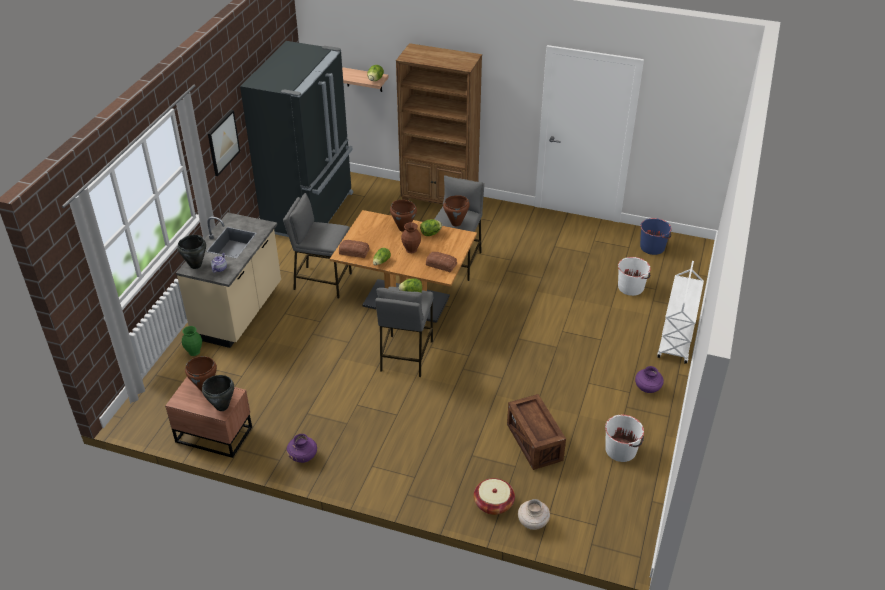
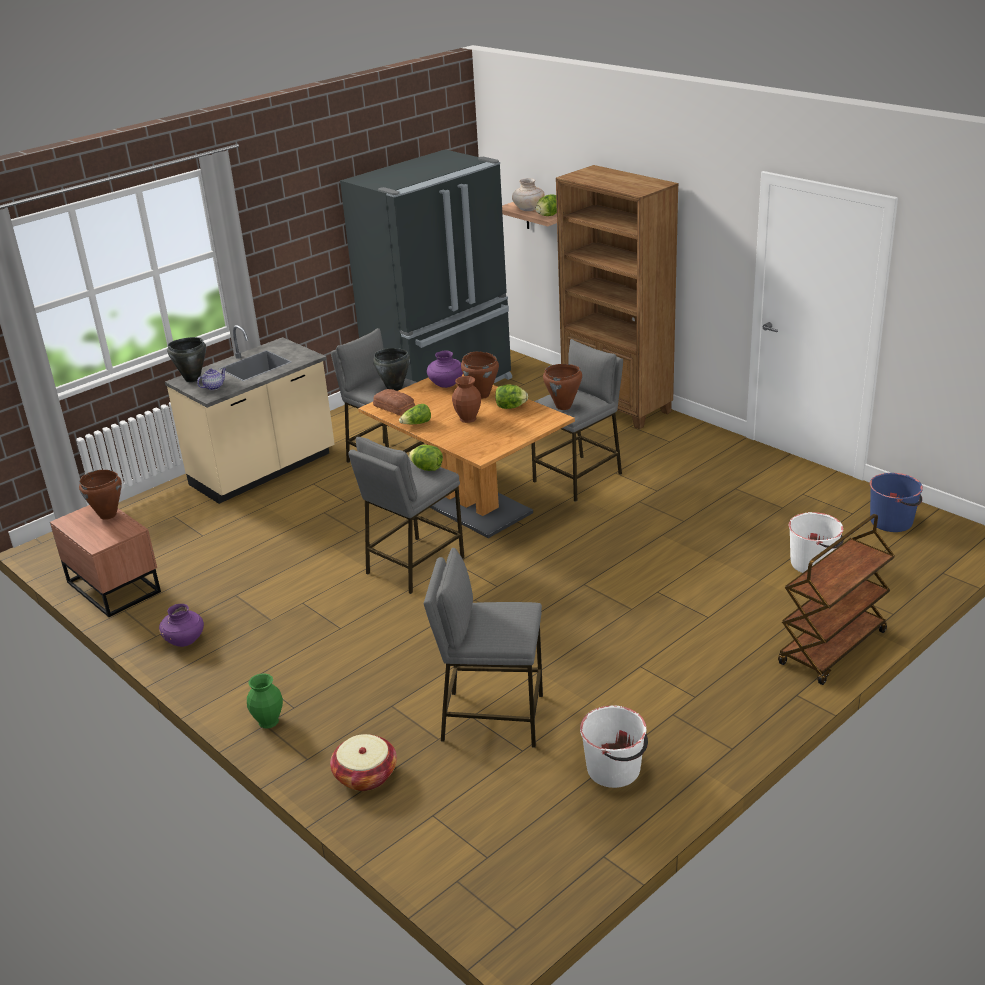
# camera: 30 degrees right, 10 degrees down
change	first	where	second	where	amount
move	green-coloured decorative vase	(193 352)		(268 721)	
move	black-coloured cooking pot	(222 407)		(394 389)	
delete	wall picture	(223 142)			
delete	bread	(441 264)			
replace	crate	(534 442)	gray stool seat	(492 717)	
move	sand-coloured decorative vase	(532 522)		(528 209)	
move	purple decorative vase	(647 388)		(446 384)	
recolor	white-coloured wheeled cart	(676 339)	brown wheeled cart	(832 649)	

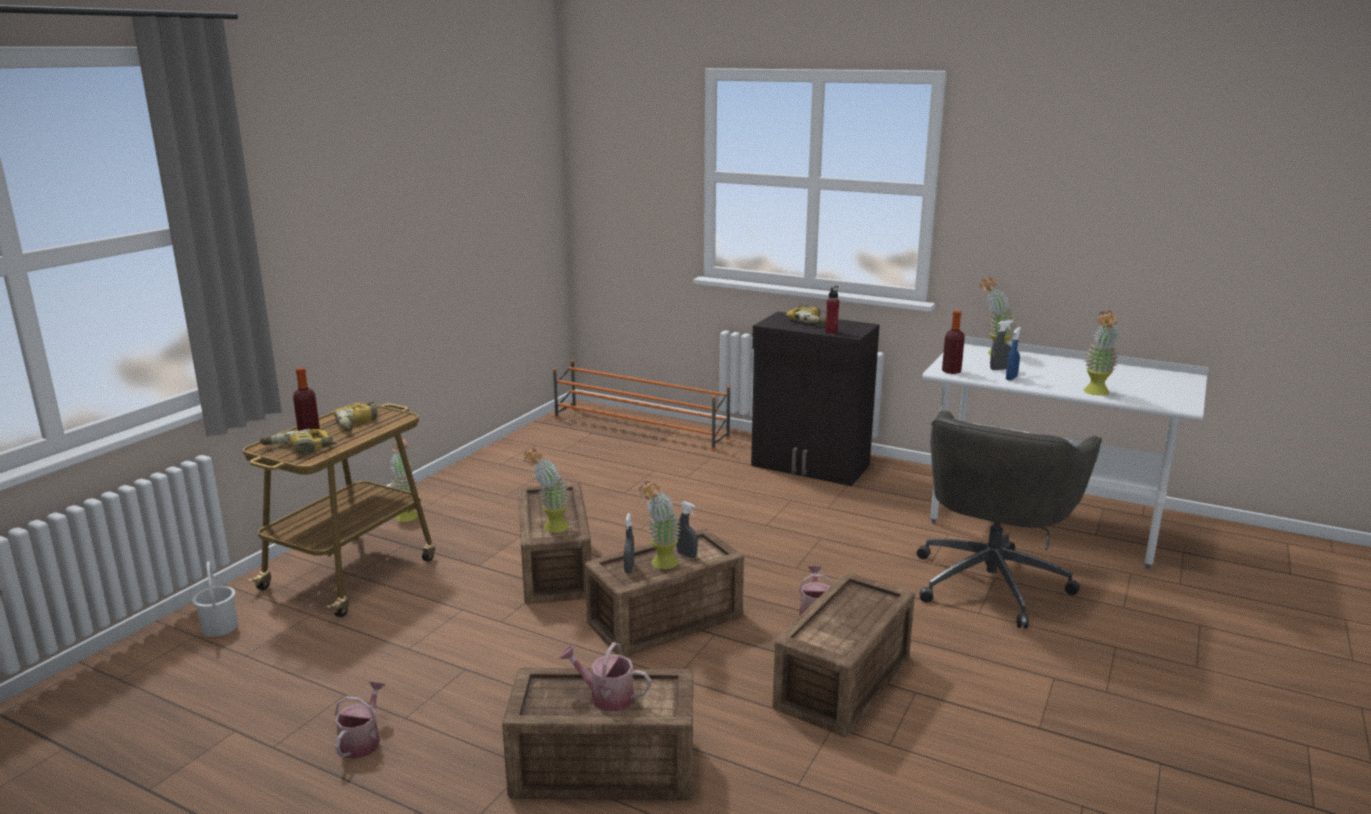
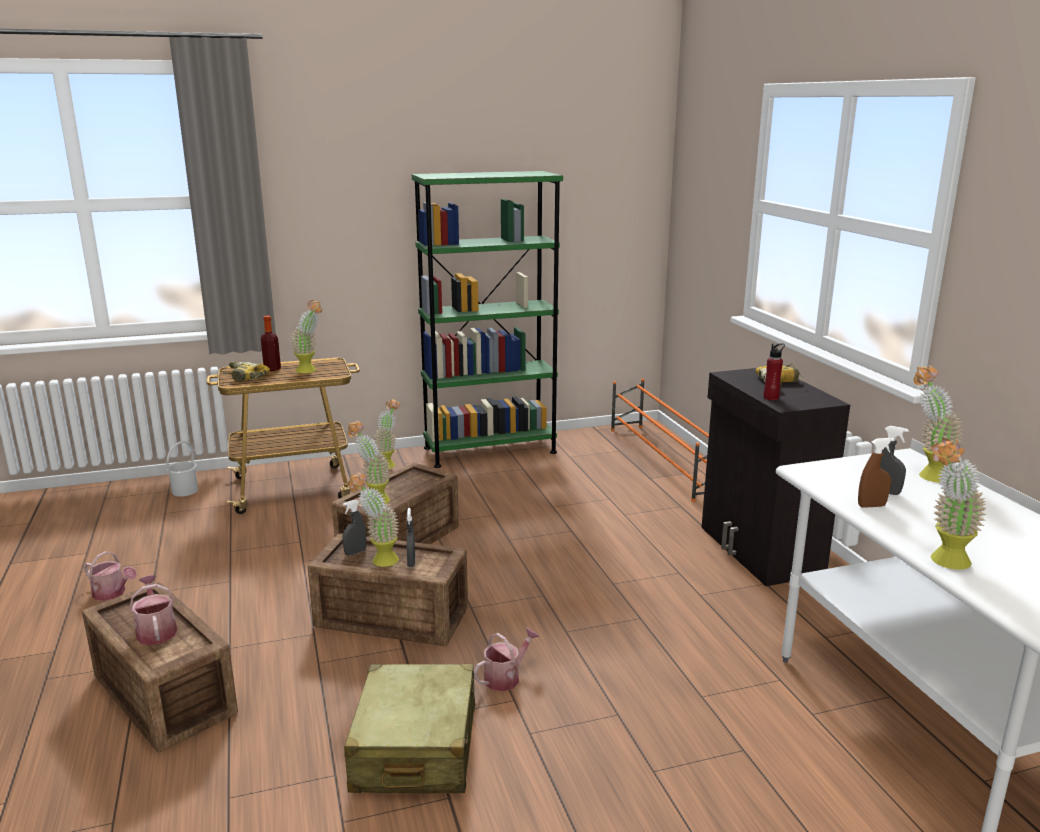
# camera: 45 degrees right, 0 degrees up
change	first	where	second	where	amount
replace	power drill	(360 422)	plant in a pot	(310 371)	
rotate	watering pot	(362 741)		(112 593)	60 degrees clockwise
replace	crate	(846 682)	sand-coloured suitcase	(415 748)	
delete	gray computer chair	(991 581)			
delete	beverage bottle	(951 371)			
recolor	blue-coloured sprayer	(1011 378)	brown sprayer	(871 506)	
insert			green-coloured bookshelf	(490 450)	

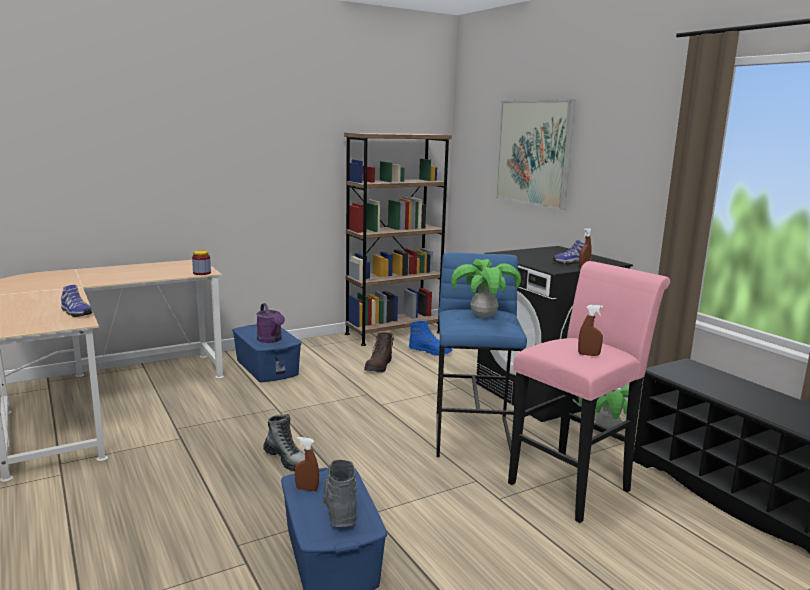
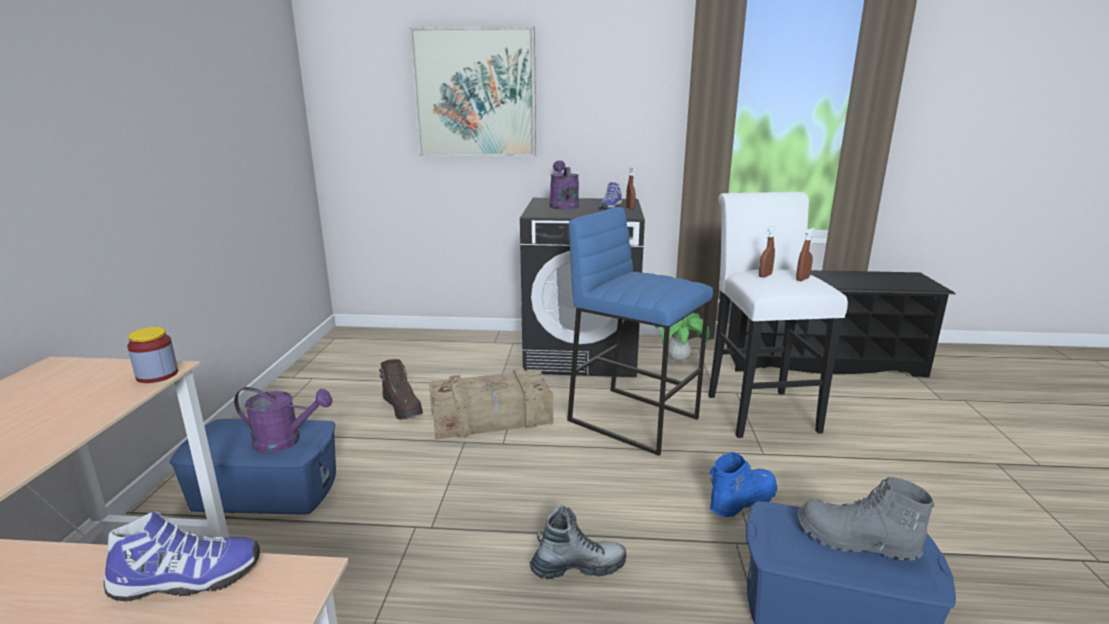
# camera: 55 degrees left, 5 degrees up
change	first	where	second	where	amount
move	brown sprayer	(307 489)		(765 276)	
delete	brown bookshelf	(393 333)			
move	blue-coloured tall boot	(430 351)		(741 501)	
delete	plant in a pot	(483 316)			
recolor	pinkish stool seat	(574 484)	white-coloured stool seat	(758 409)	
insert			crate	(492 418)	
insert			purple watering pot	(563 205)	

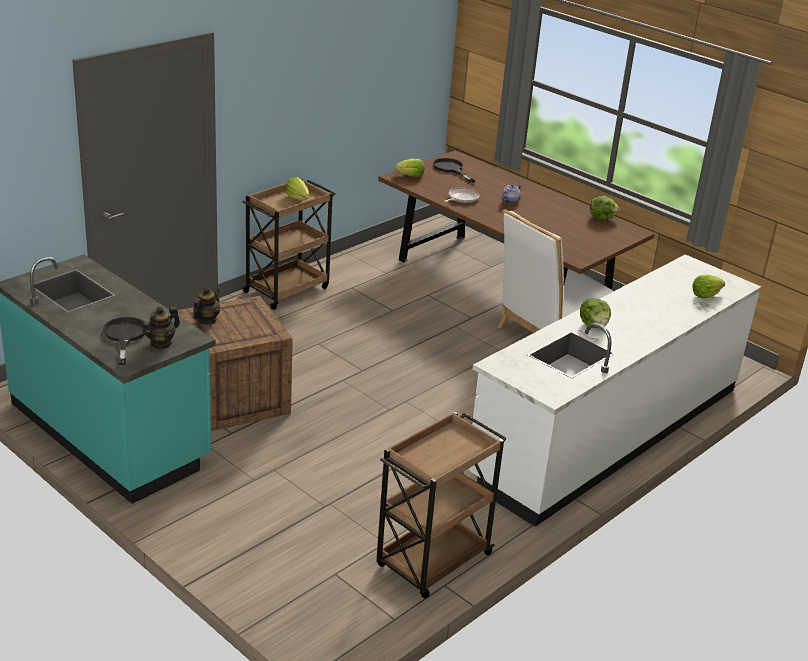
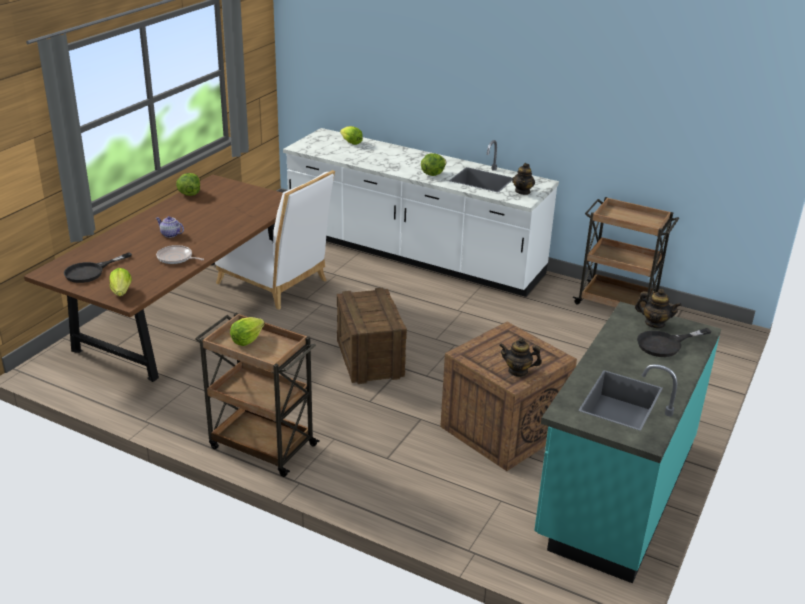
# camera: 105 degrees left, 0 degrees up
change	first	where	second	where	amount
insert			crate	(369 358)	
insert			pot for tea	(522 191)	

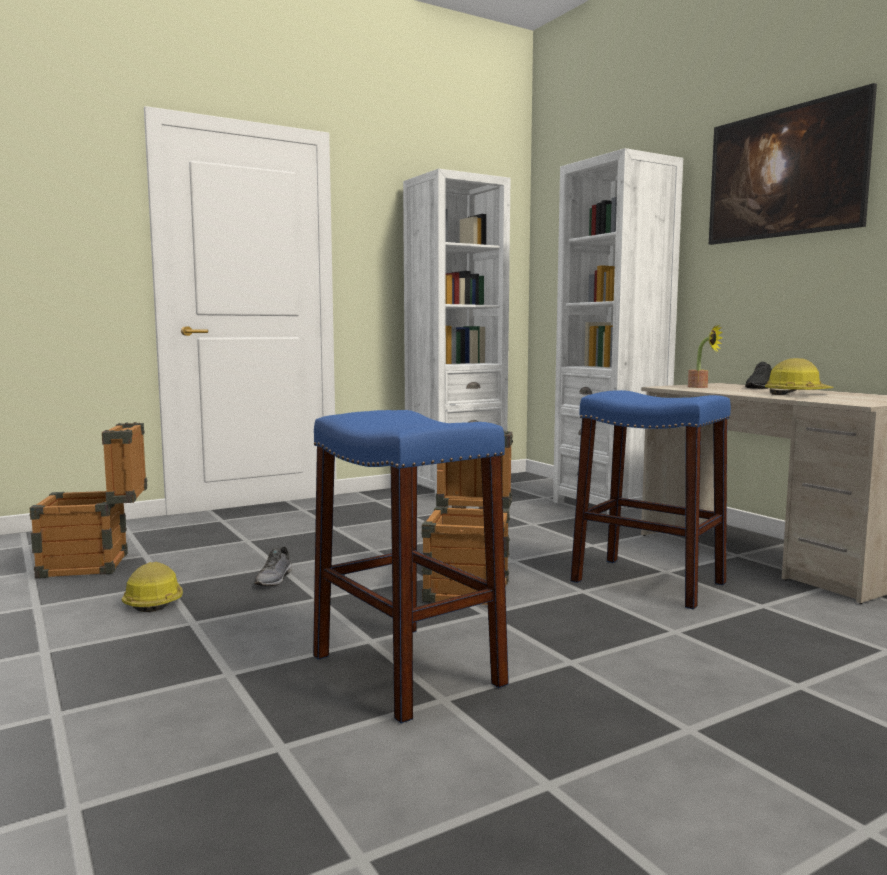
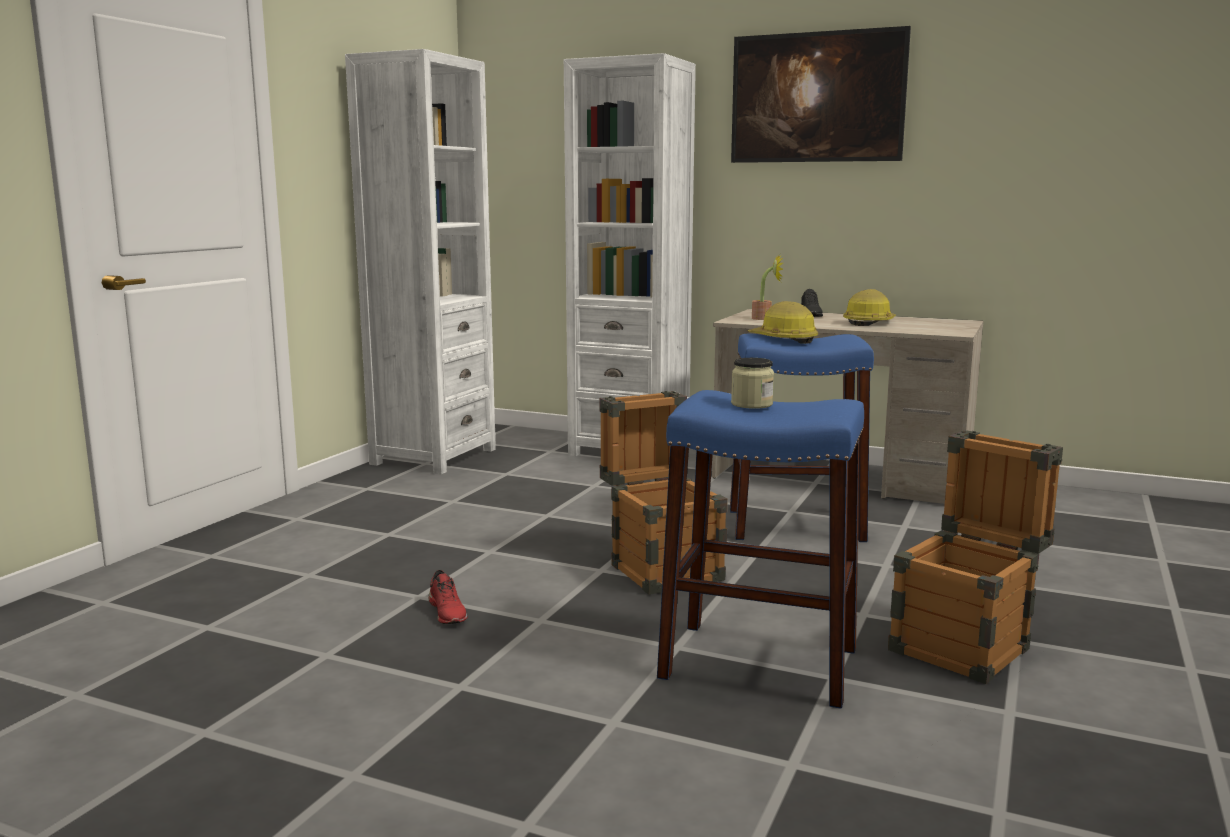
# camera: 35 degrees left, 5 degrees up
change	first	where	second	where	amount
move	crate	(96 565)		(967 644)	
move	safety helmet	(154 601)		(783 340)	
recolor	gray shoe	(275 579)	red-coloured shoe	(448 612)	
insert			storage jar	(752 404)	

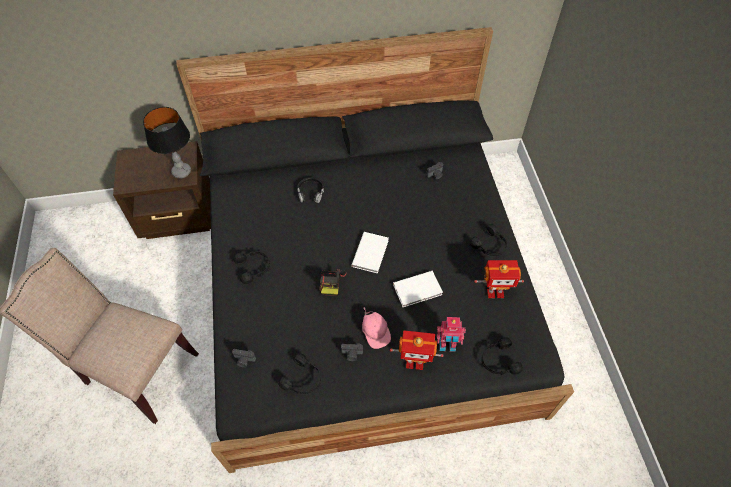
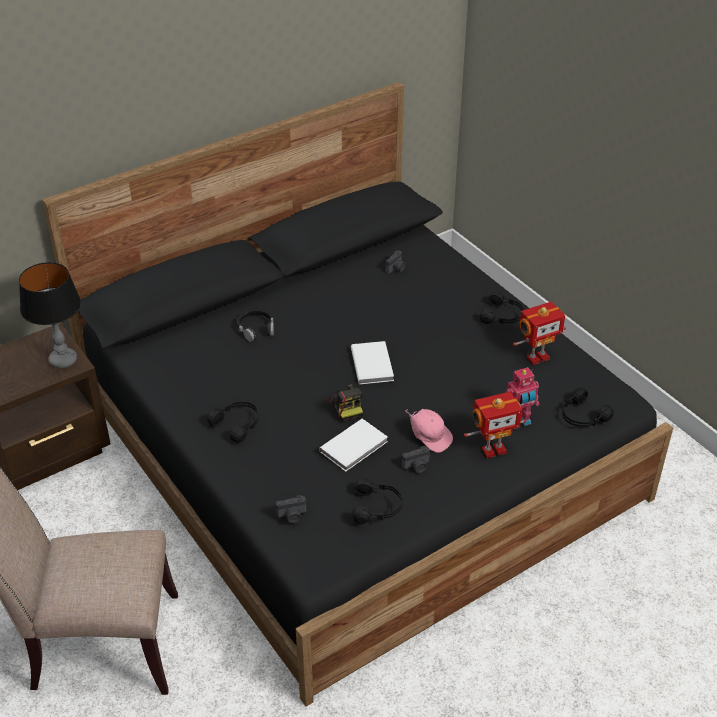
# camera: 25 degrees left, 15 degrees down
change	first	where	second	where	amount
move	white-coloured bound book	(418 290)		(355 447)	

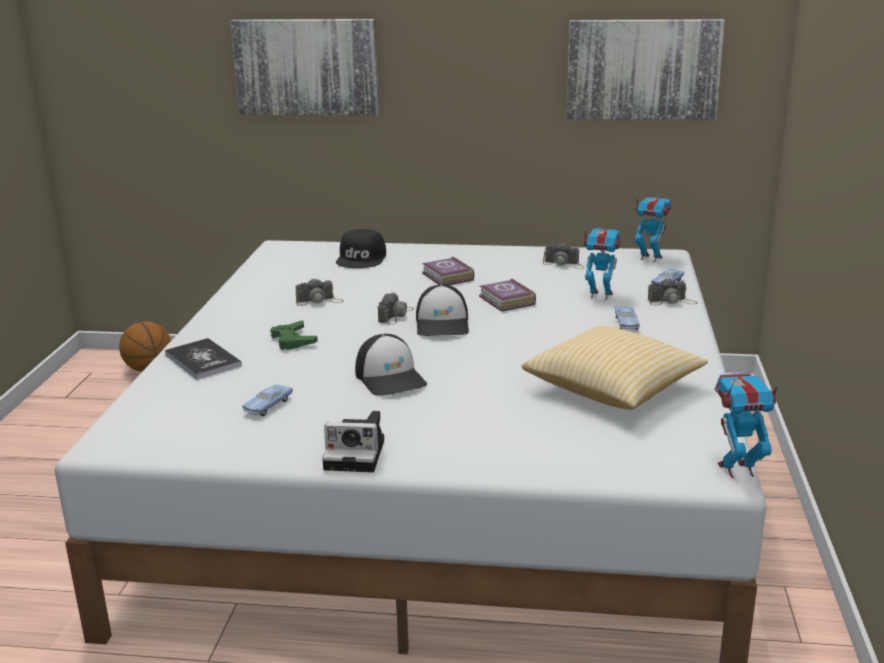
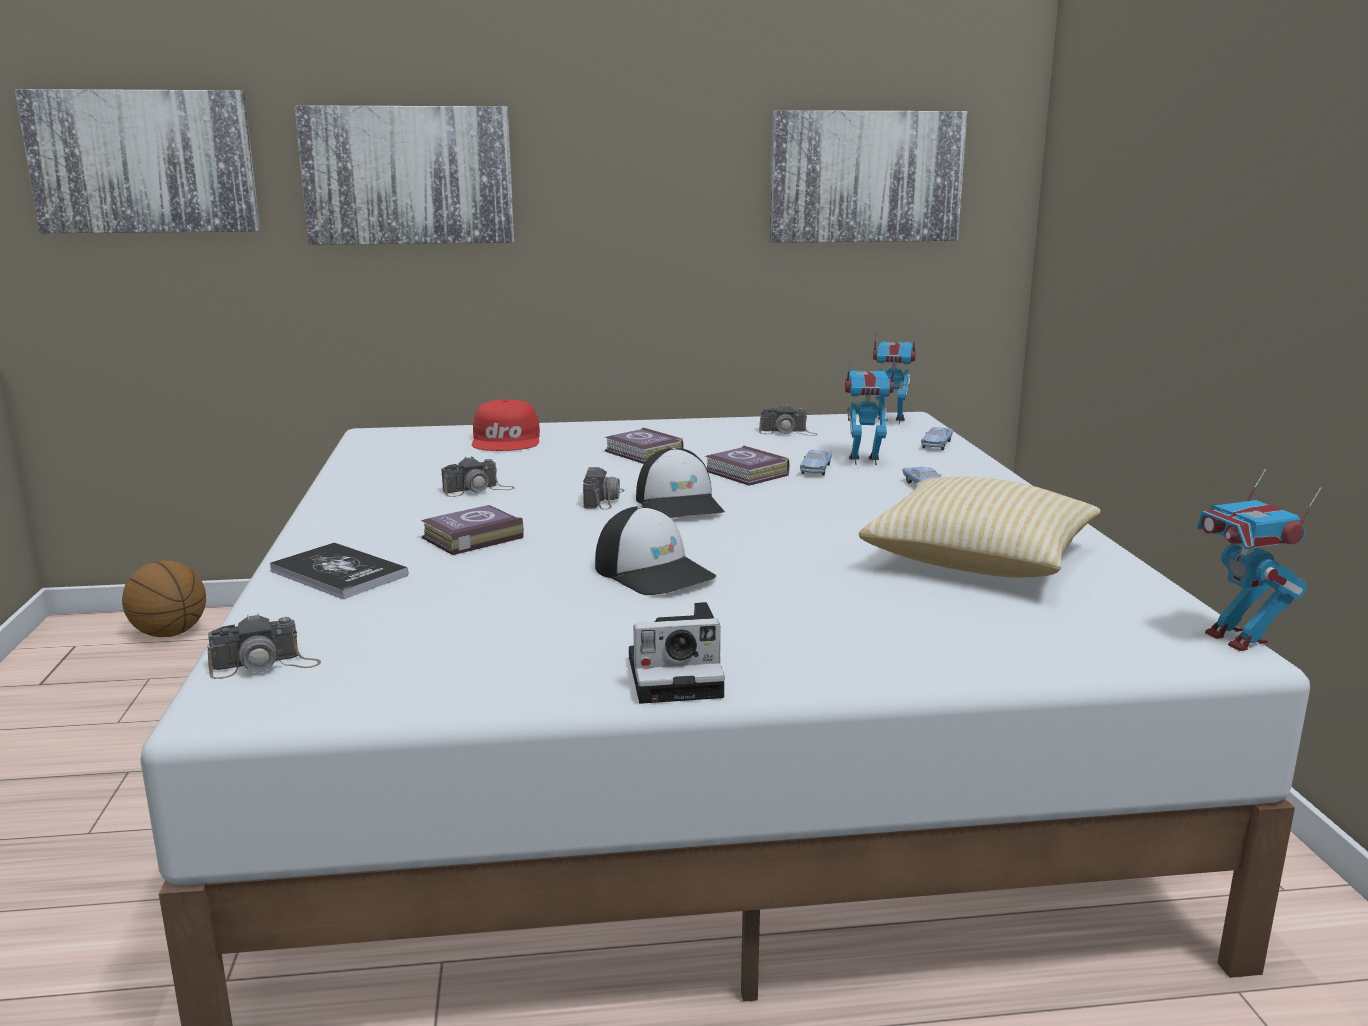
# camera: 15 degrees left, 5 degrees down
change	first	where	second	where	amount
move	blue-coloured toy car	(268 406)		(816 469)	
replace	green-coloured gamepad	(293 340)	bound book	(469 538)	
recolor	black-coloured baseball cap	(362 258)	red-coloured baseball cap	(507 440)	
move	still camera	(672 301)		(265 665)	
rotate	model robot	(737 469)		(1237 639)	90 degrees counterclockwise
insert			wall picture	(143 162)	

